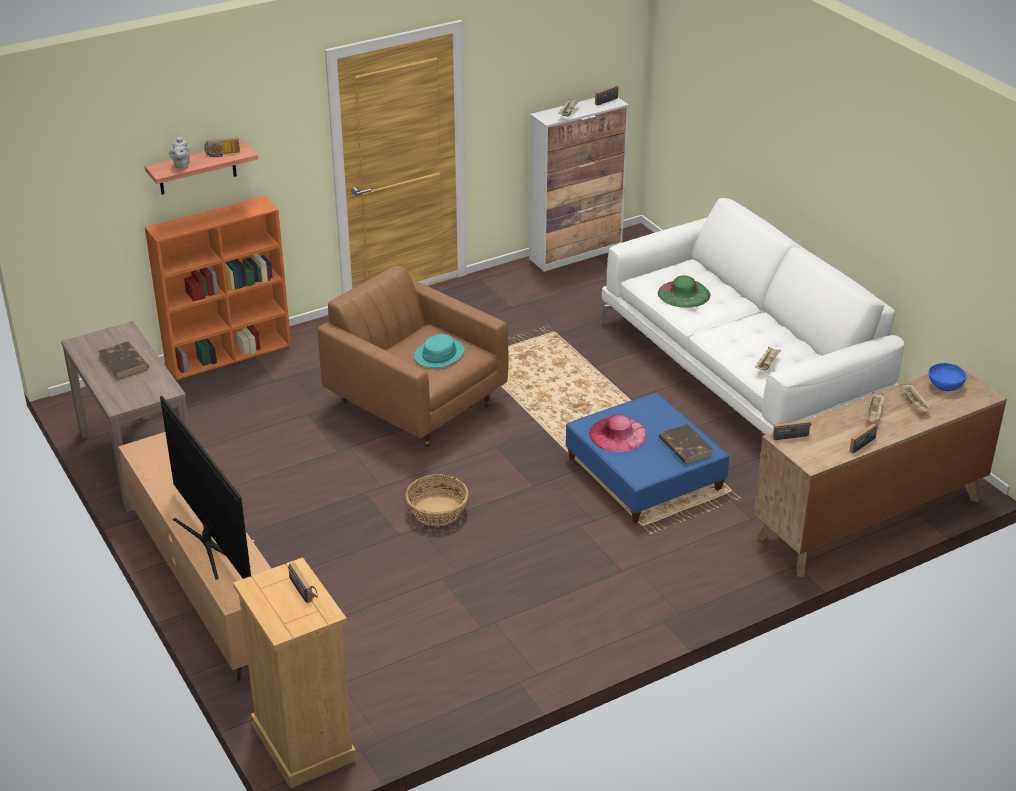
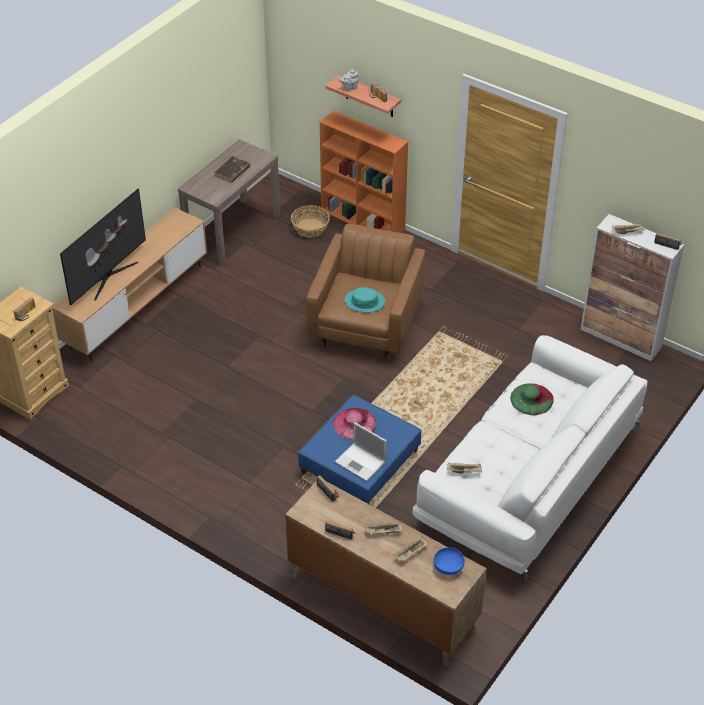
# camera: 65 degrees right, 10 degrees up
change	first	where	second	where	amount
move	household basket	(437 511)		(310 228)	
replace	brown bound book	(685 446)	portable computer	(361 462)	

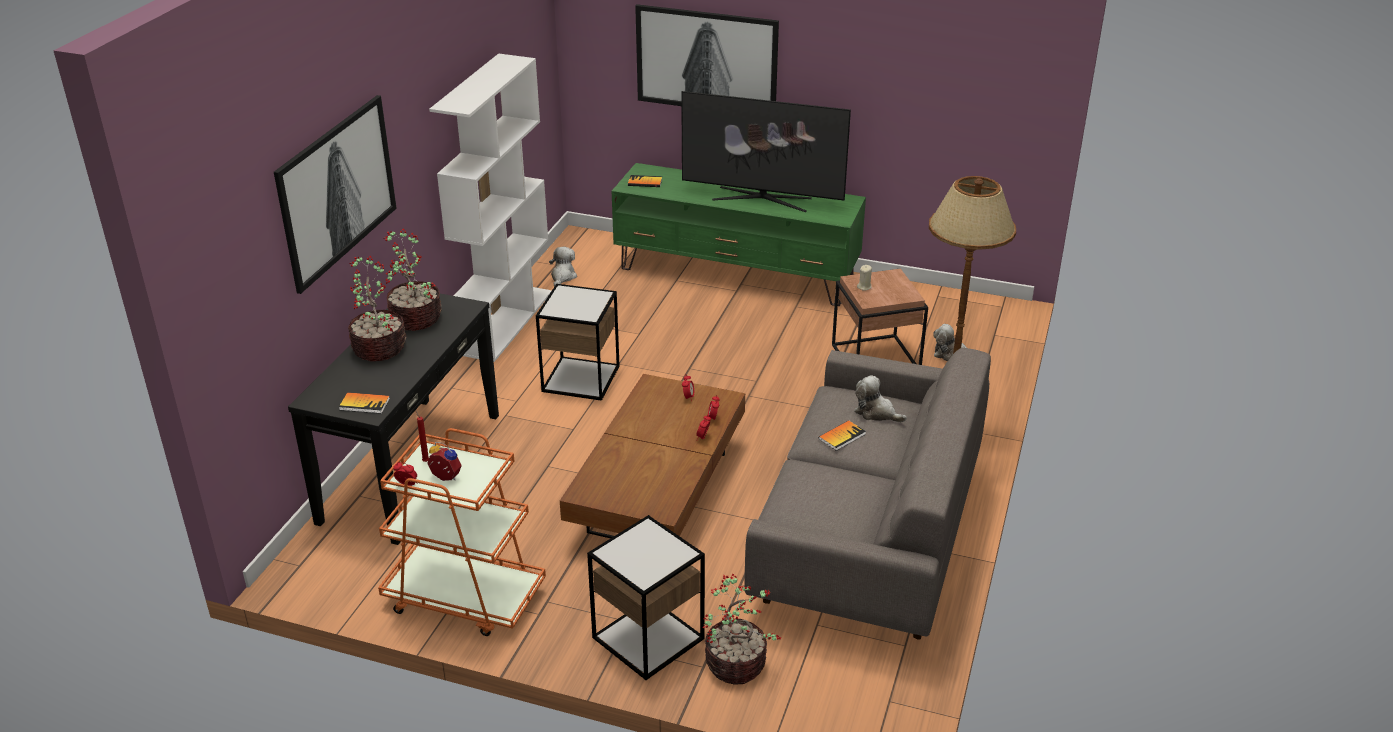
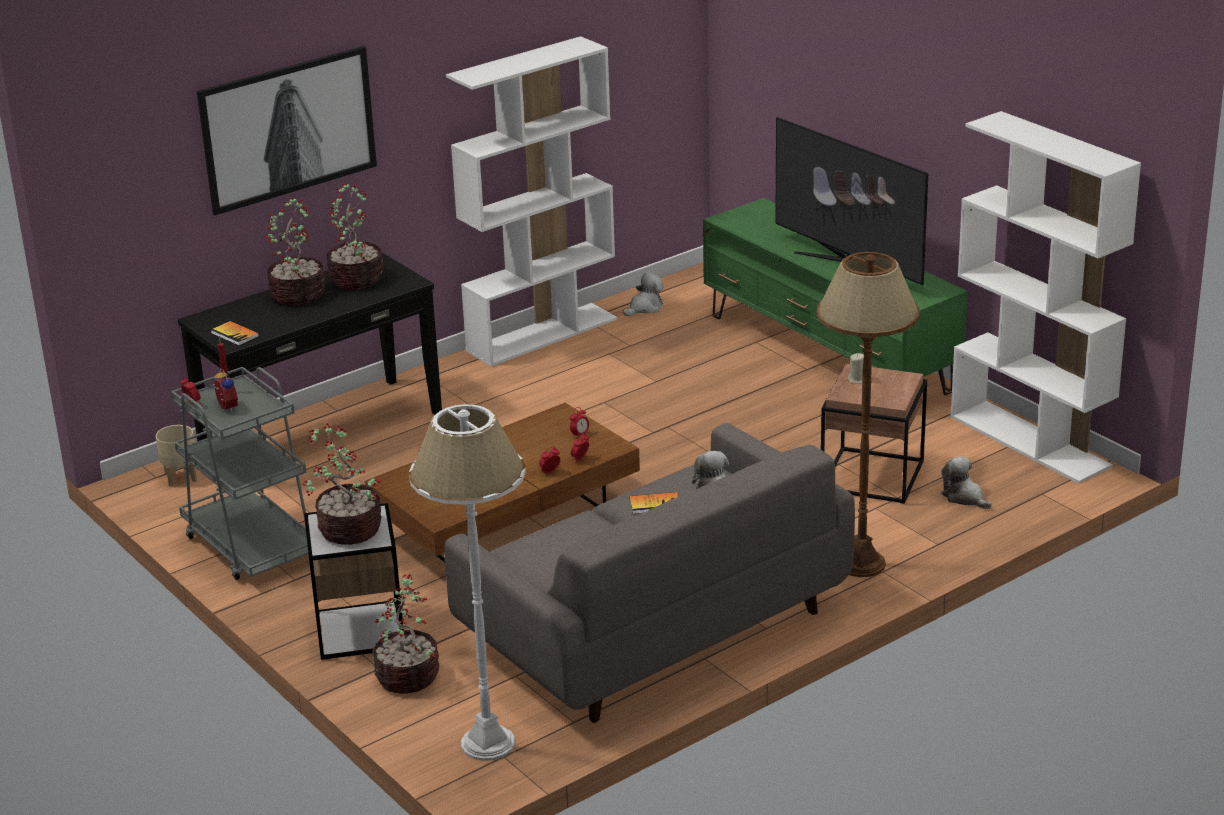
# camera: 35 degrees right, 5 degrees down
change	first	where	second	where	amount
recolor	orange wheeled cart	(464 597)	gray wheeled cart	(251 545)	
delete	end table	(580 379)			
delete	bound book	(645 182)			
delete	wall picture	(706 61)			
insert			sand-coloured plant pot	(180 477)	
insert			plant in a pot	(348 529)	
insert			white-coloured floor lamp	(487 743)	
insert			white-coloured bookshelf	(1031 441)	

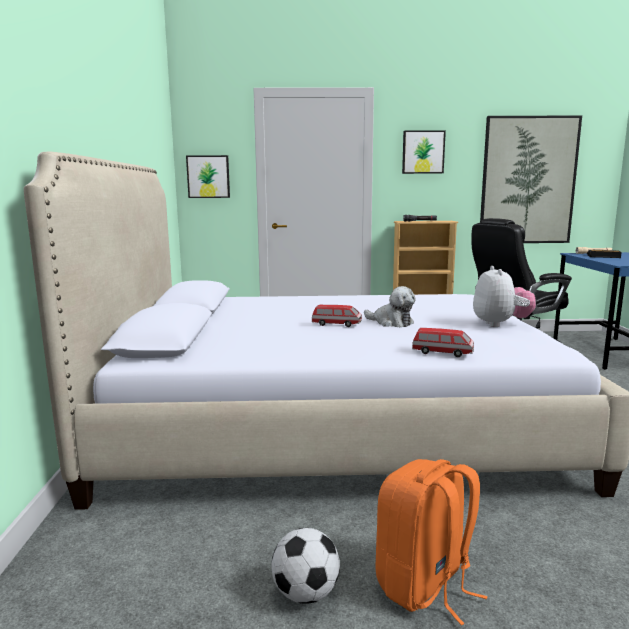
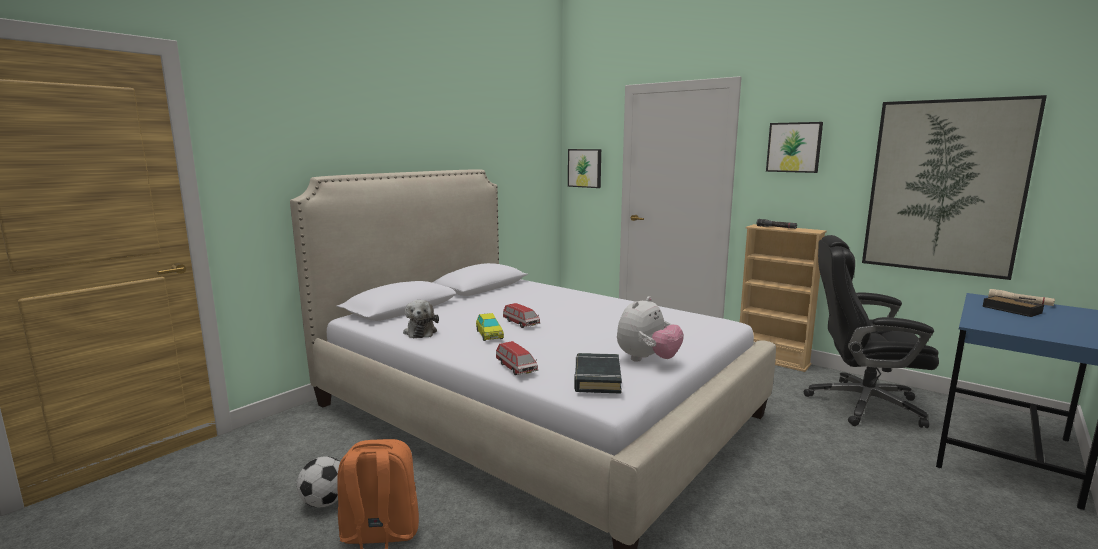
# camera: 40 degrees right, 0 degrees up
change	first	where	second	where	amount
move	cuddly toy	(391 322)		(420 331)	
insert			toy car	(489 335)	
insert			black-coloured bound book	(597 378)	

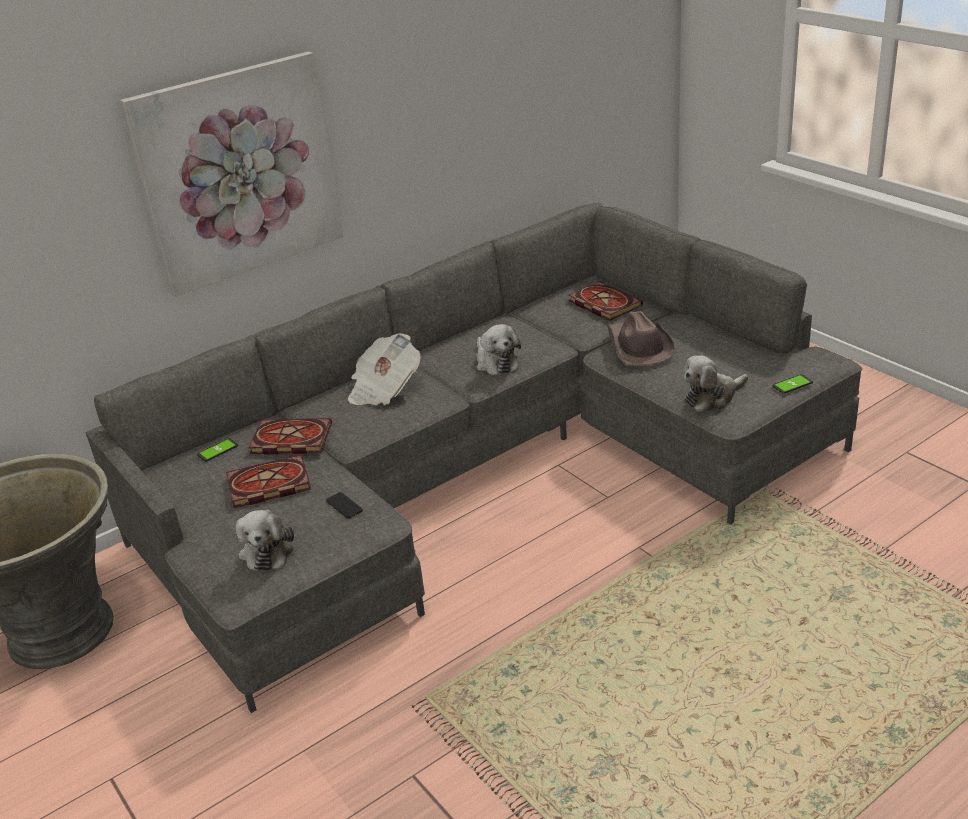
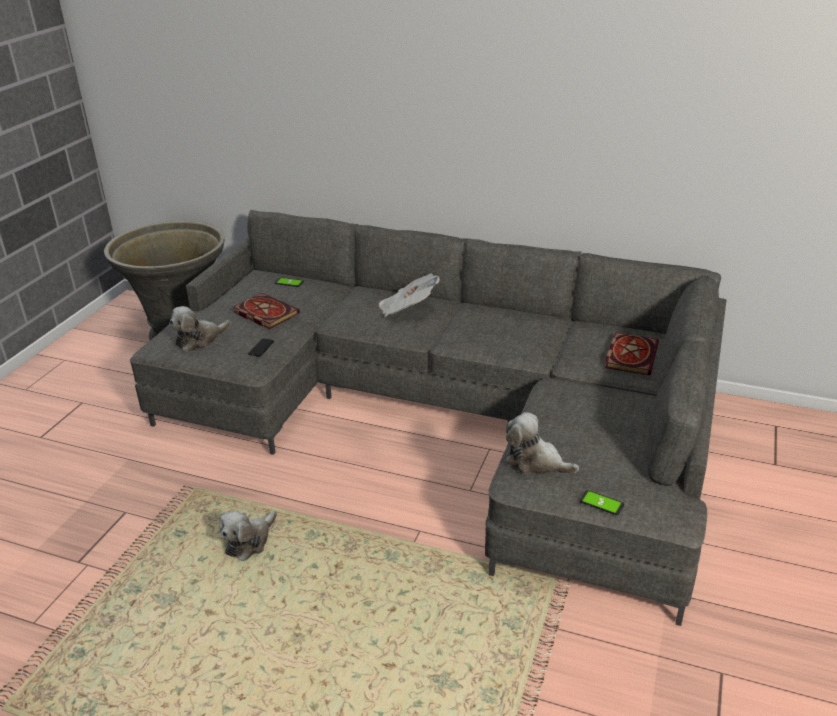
# camera: 55 degrees right, 0 degrees up
change	first	where	second	where	amount
delete	wall picture	(238 173)			
delete	bound book	(289 440)			
move	cuddly toy	(495 362)		(249 542)	
delete	brown clothing hat	(638 346)			

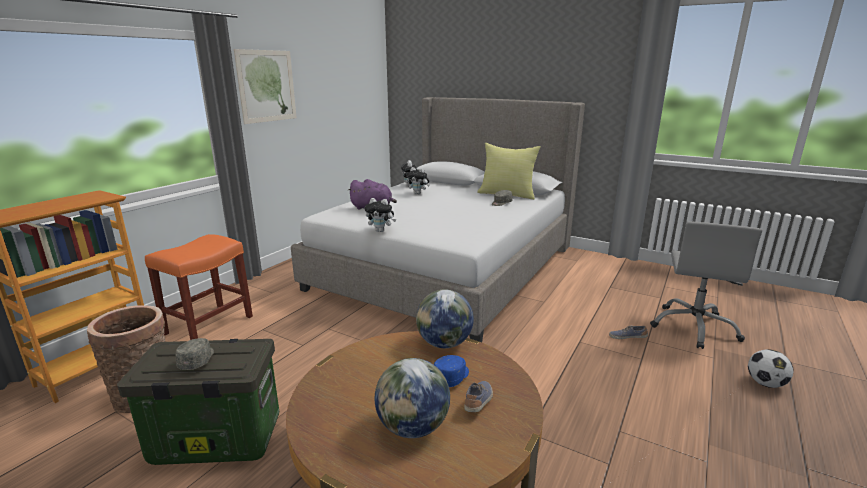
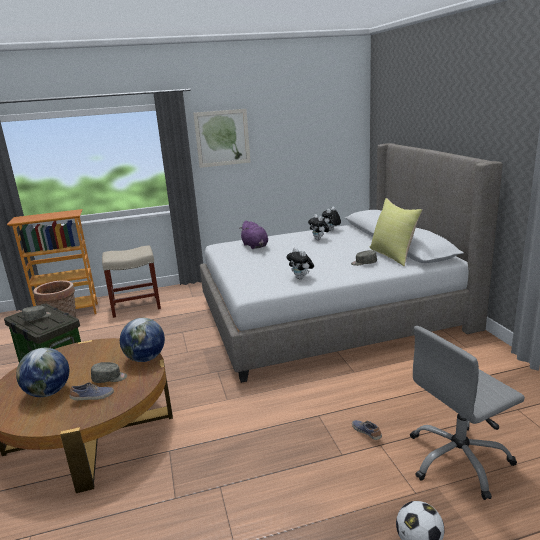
# camera: 45 degrees right, 0 degrees up
change	first	where	second	where	amount
recolor	orange stool seat	(209 324)	sand-coloured stool seat	(137 306)	
move	cuddly toy	(381 231)		(301 278)	
recolor	blue-coloured baseball cap	(451 377)	gray baseball cap	(109 378)	

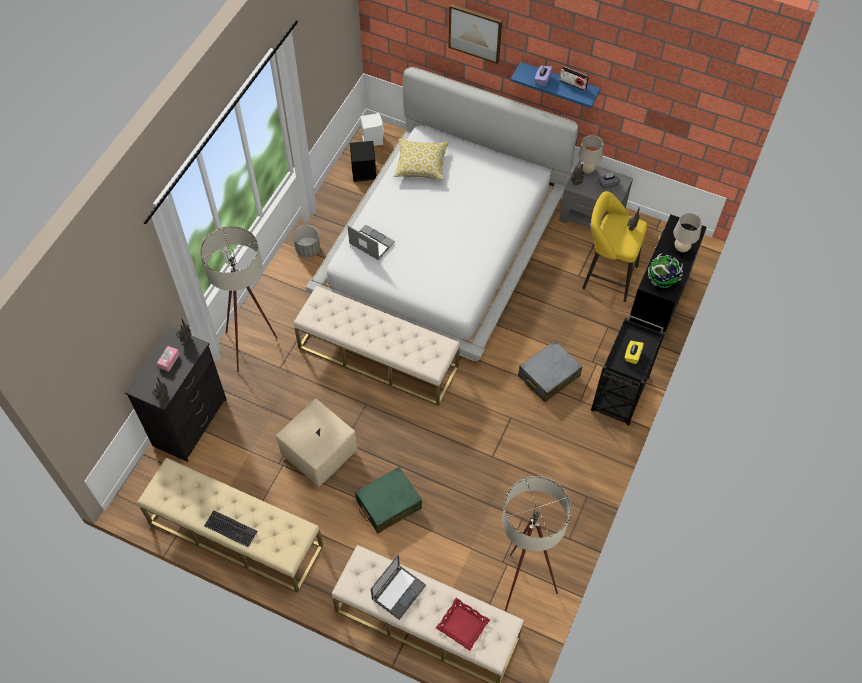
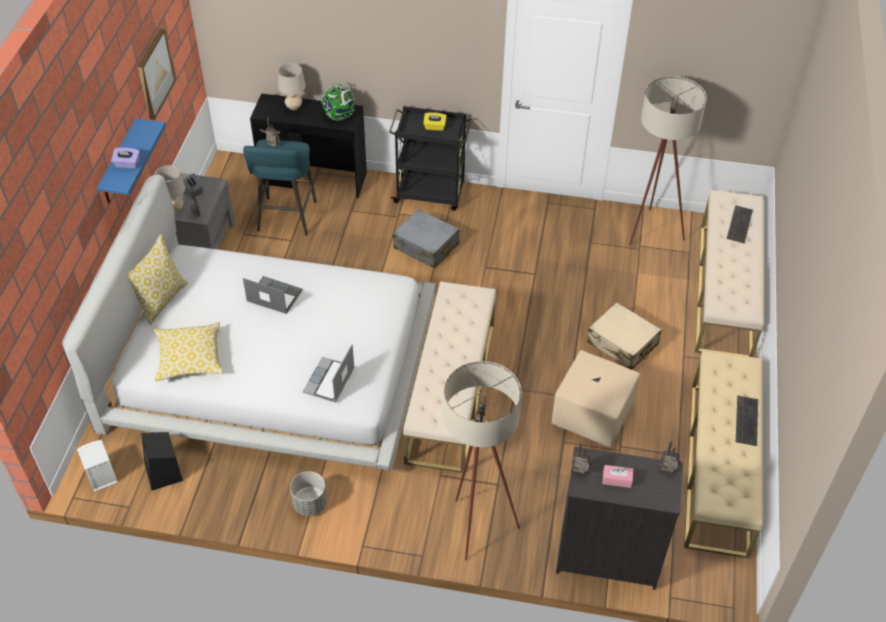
# camera: 105 degrees left, 10 degrees down
change	first	where	second	where	amount
recolor	green-coloured suitcase	(388 504)	sand-coloured suitcase	(622 343)	
move	portable computer	(399 591)		(273 295)	
replace	red-coloured serving tray	(462 625)	computer keyboard	(740 224)	
move	wall picture	(475 32)		(154 73)	
delete	radio set	(573 84)			
recolor	yellow stool seat	(606 276)	turquoise stool seat	(286 219)	
insert			cushion	(161 300)	

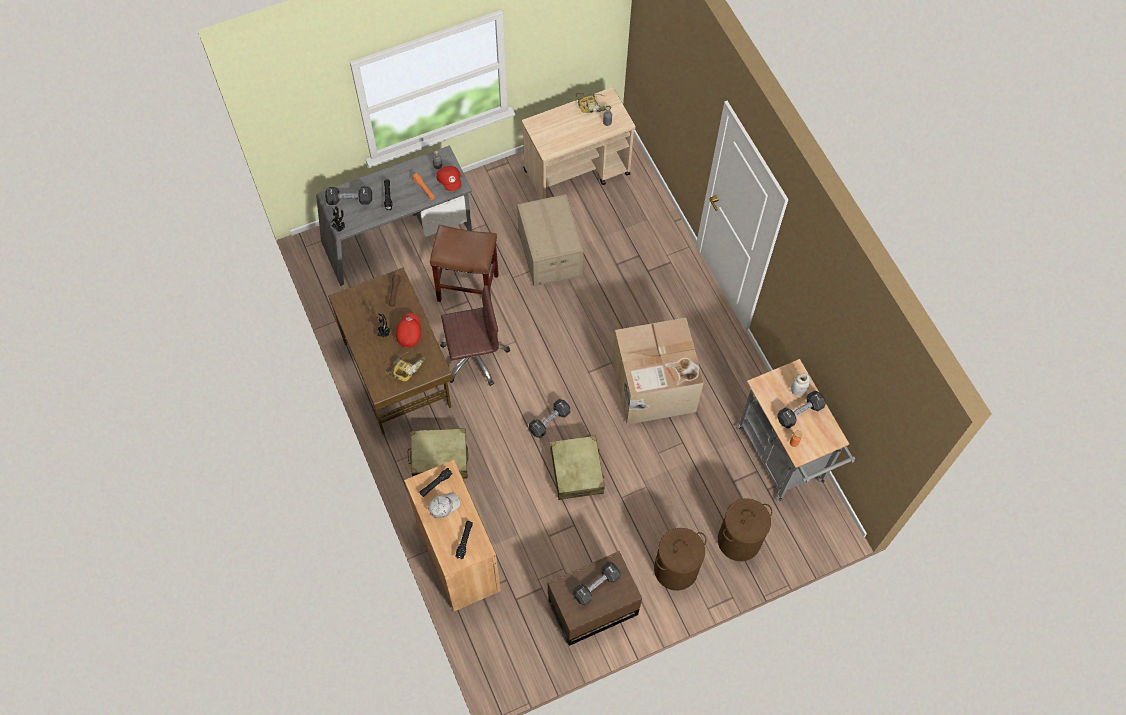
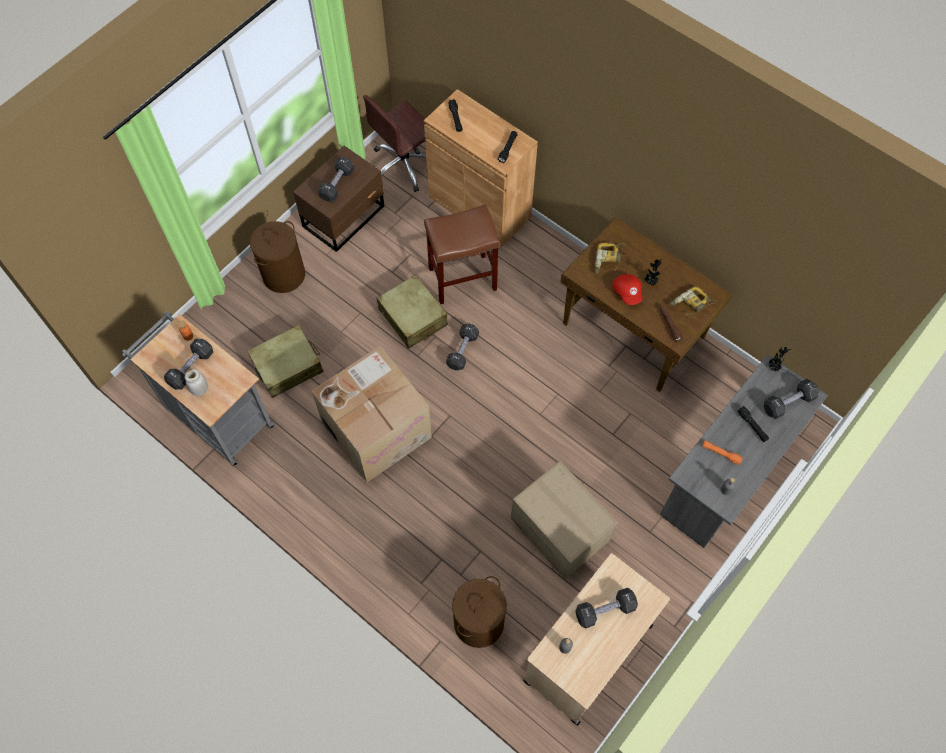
# camera: 155 degrees right, 0 degrees up
change	first	where	second	where	amount
move	sand-coloured suitcase	(439 458)		(288 366)	
delete	white-coloured baseball cap	(443 506)			
move	brown stool seat	(467 288)		(463 278)	
delete	red-coloured baseball cap	(450 181)			
move	brown computer chair	(474 357)		(404 165)	
move	power drill	(593 104)		(690 305)	
move	brown laundry basket	(738 540)		(479 622)	
insert			black-coloured free weight	(605 610)	

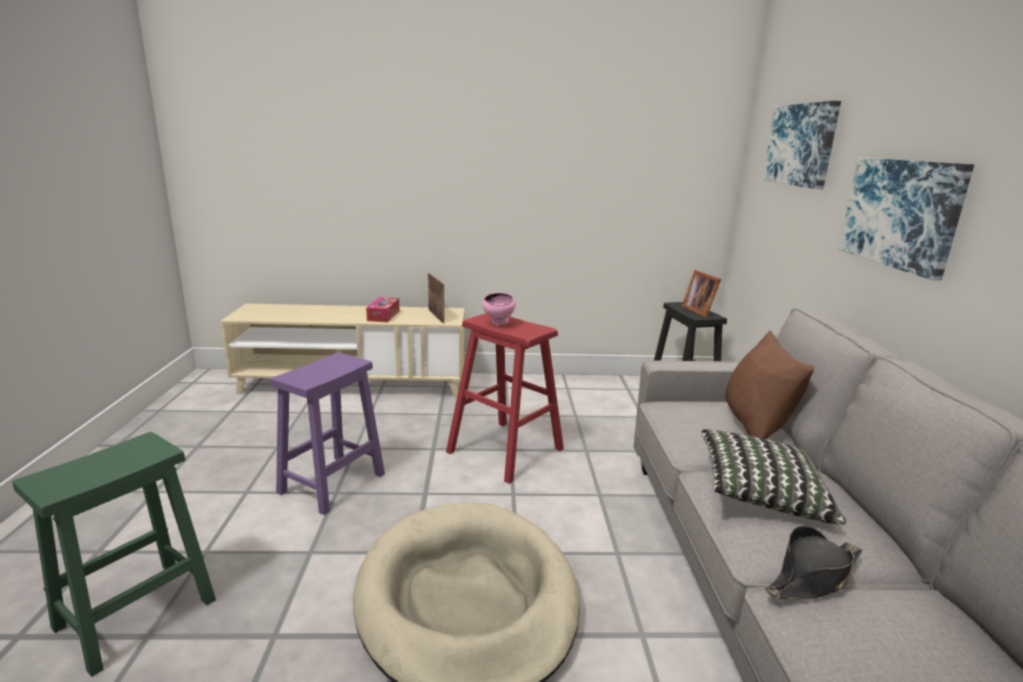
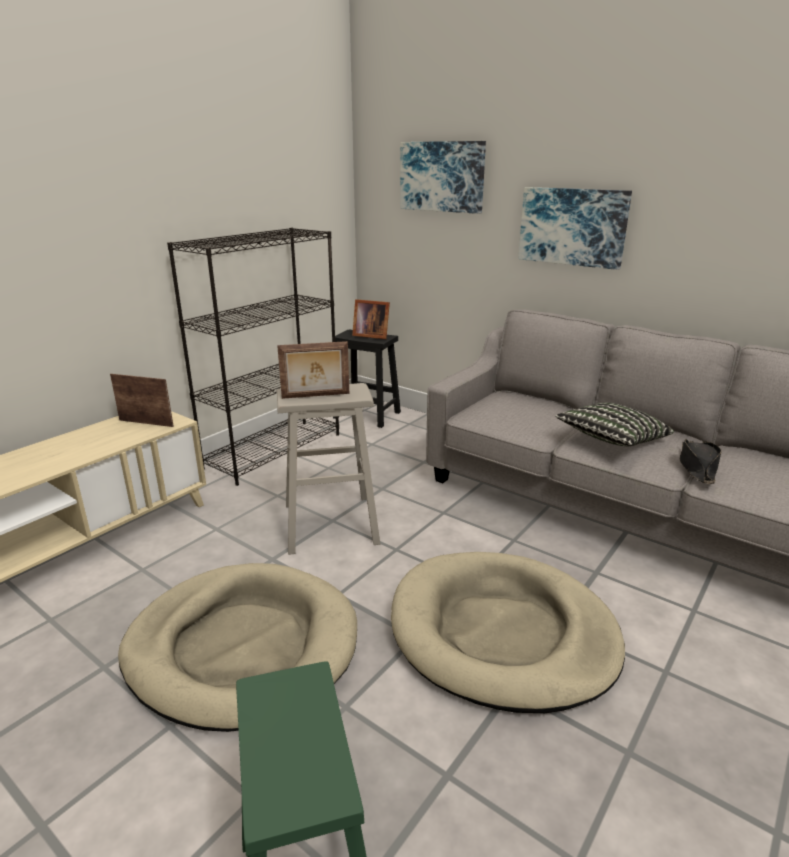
# camera: 50 degrees left, 5 degrees up
change	first	where	second	where	amount
replace	purple stool seat	(333 482)	sand-coloured dog cushion	(243 647)	
delete	tissue box	(383 315)			
recolor	red-coloured stool seat	(505 450)	sand-coloured stool seat	(331 523)	
replace	pinkish deep dish	(499 323)	standing frame	(316 396)	
delete	brown cushion	(755 425)			
insert			black-coloured bookshelf	(274 450)	

